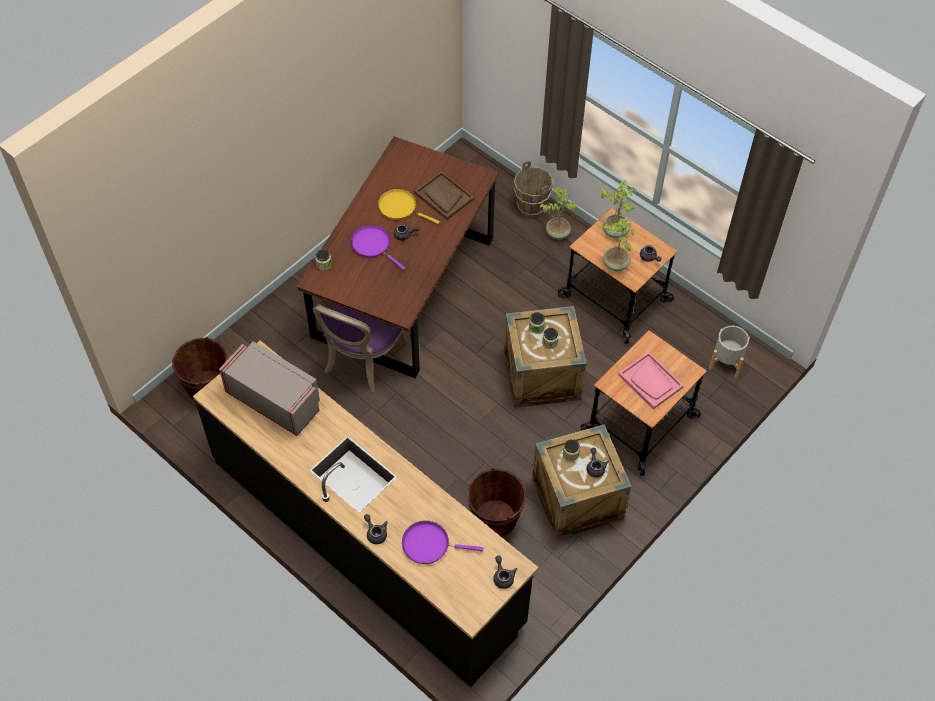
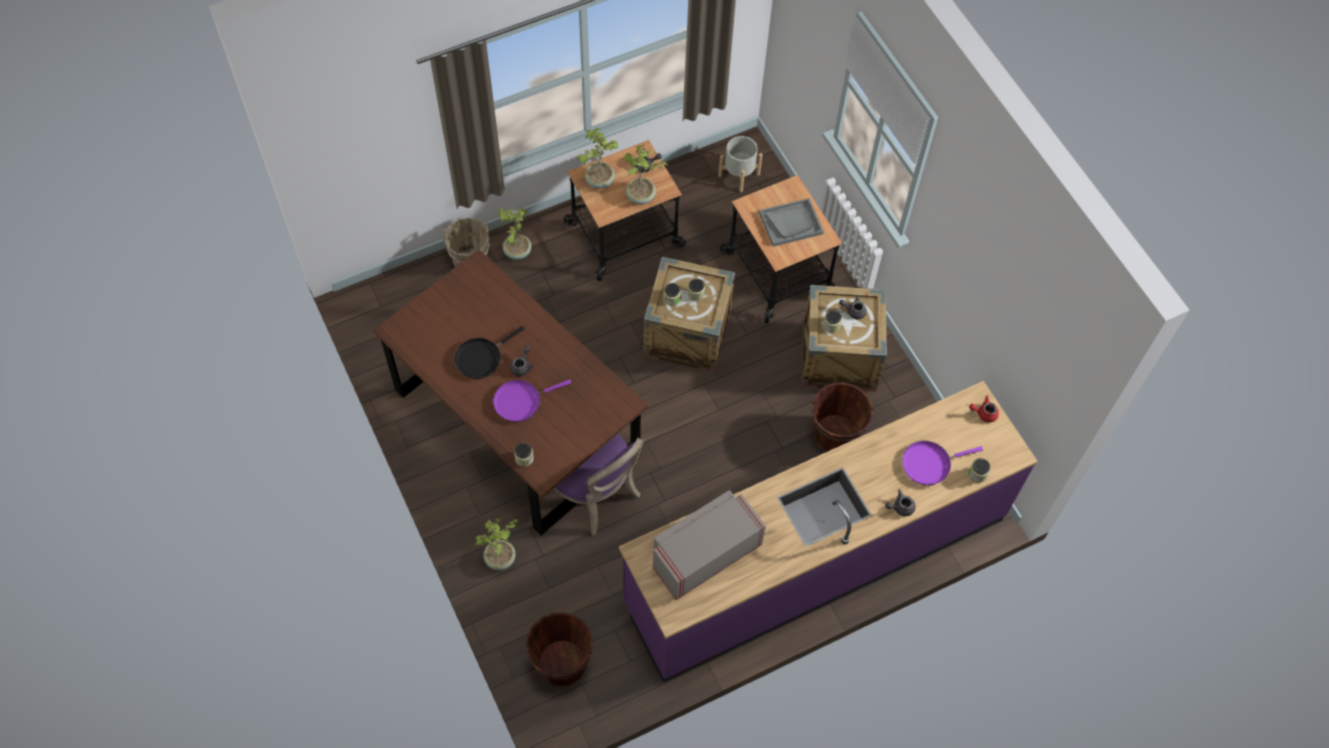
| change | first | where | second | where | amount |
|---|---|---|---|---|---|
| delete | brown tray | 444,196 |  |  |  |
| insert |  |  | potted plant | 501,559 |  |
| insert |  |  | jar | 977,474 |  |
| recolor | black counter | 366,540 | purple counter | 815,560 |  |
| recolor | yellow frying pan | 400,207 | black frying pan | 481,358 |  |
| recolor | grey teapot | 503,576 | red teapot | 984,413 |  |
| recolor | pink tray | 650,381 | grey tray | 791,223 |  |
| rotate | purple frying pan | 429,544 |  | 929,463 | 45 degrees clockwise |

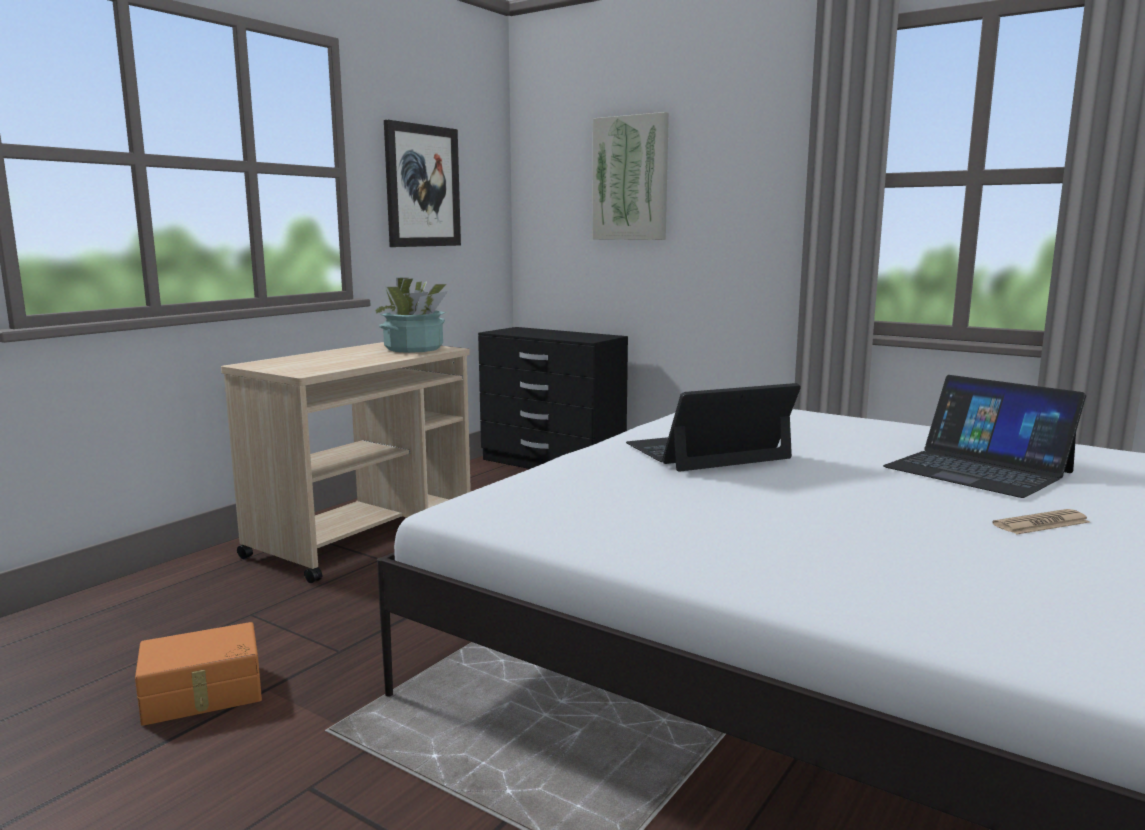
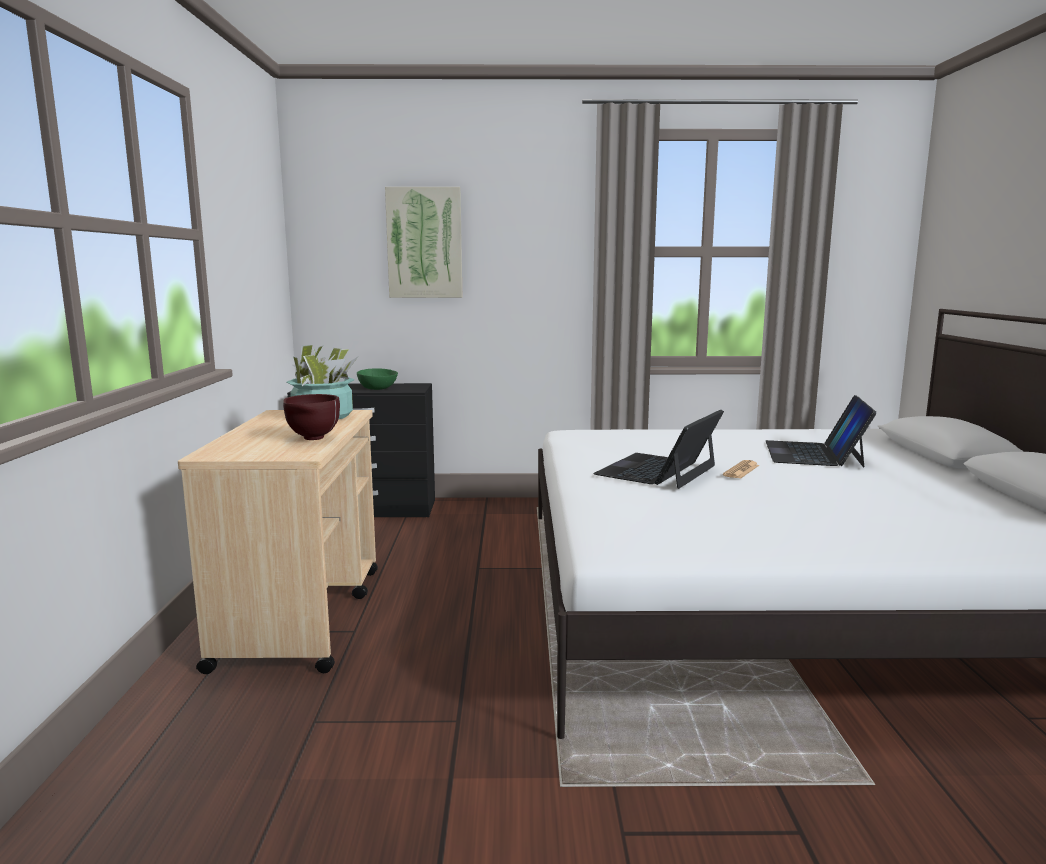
| change | first | where | second | where | amount |
|---|---|---|---|---|---|
| delete | orange storage box | 203,694 |  |  |  |
| delete | picture | 422,186 |  |  |  |
| insert |  |  | brown bowl | 312,439 |  |
| insert |  |  | green bowl | 377,388 |  |
| move | newspaper | 1041,523 |  | 741,470 |  |
| rotate | laptop | 978,469 |  | 814,454 | 90 degrees clockwise |

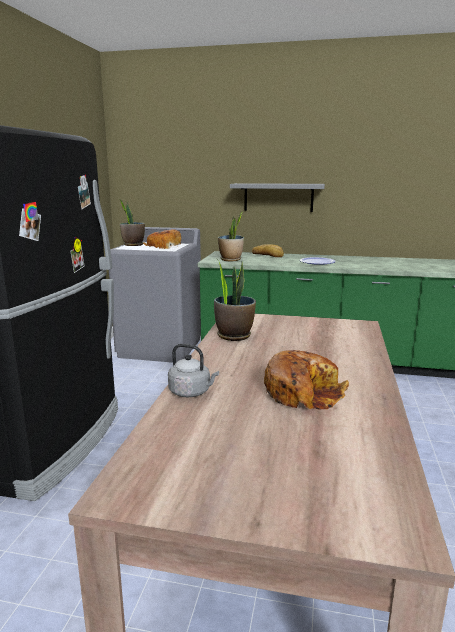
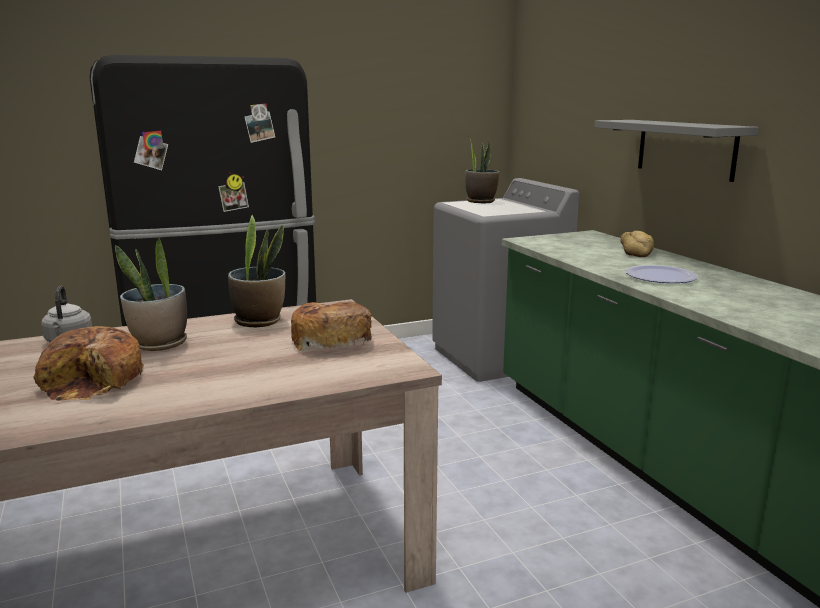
| change | first | where | second | where | amount |
|---|---|---|---|---|---|
| move | bread | 163,246 |  | 330,340 |  |
| move | potted plant | 231,259 |  | 159,344 |  |

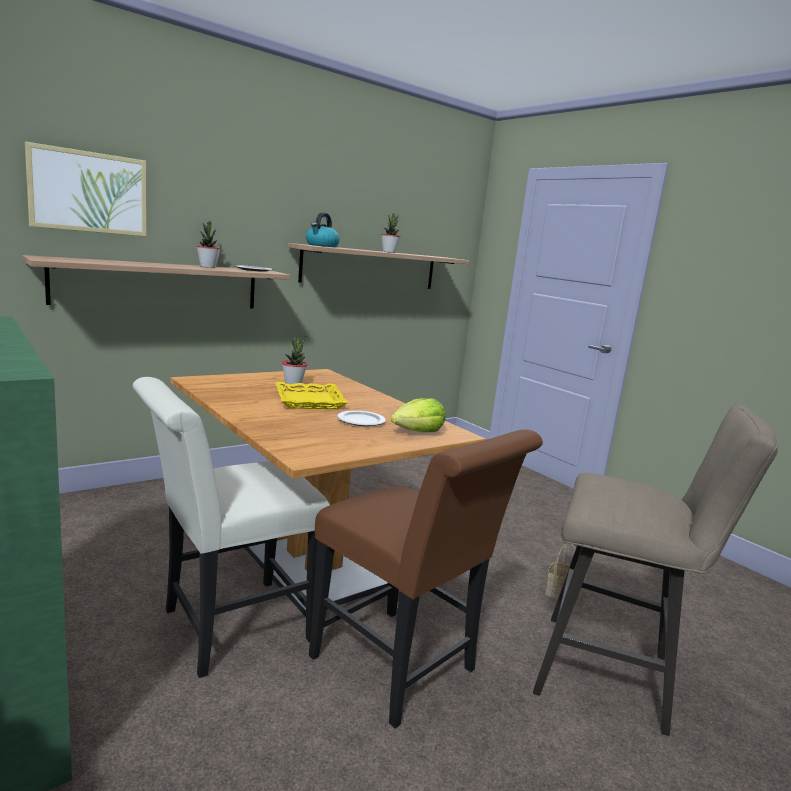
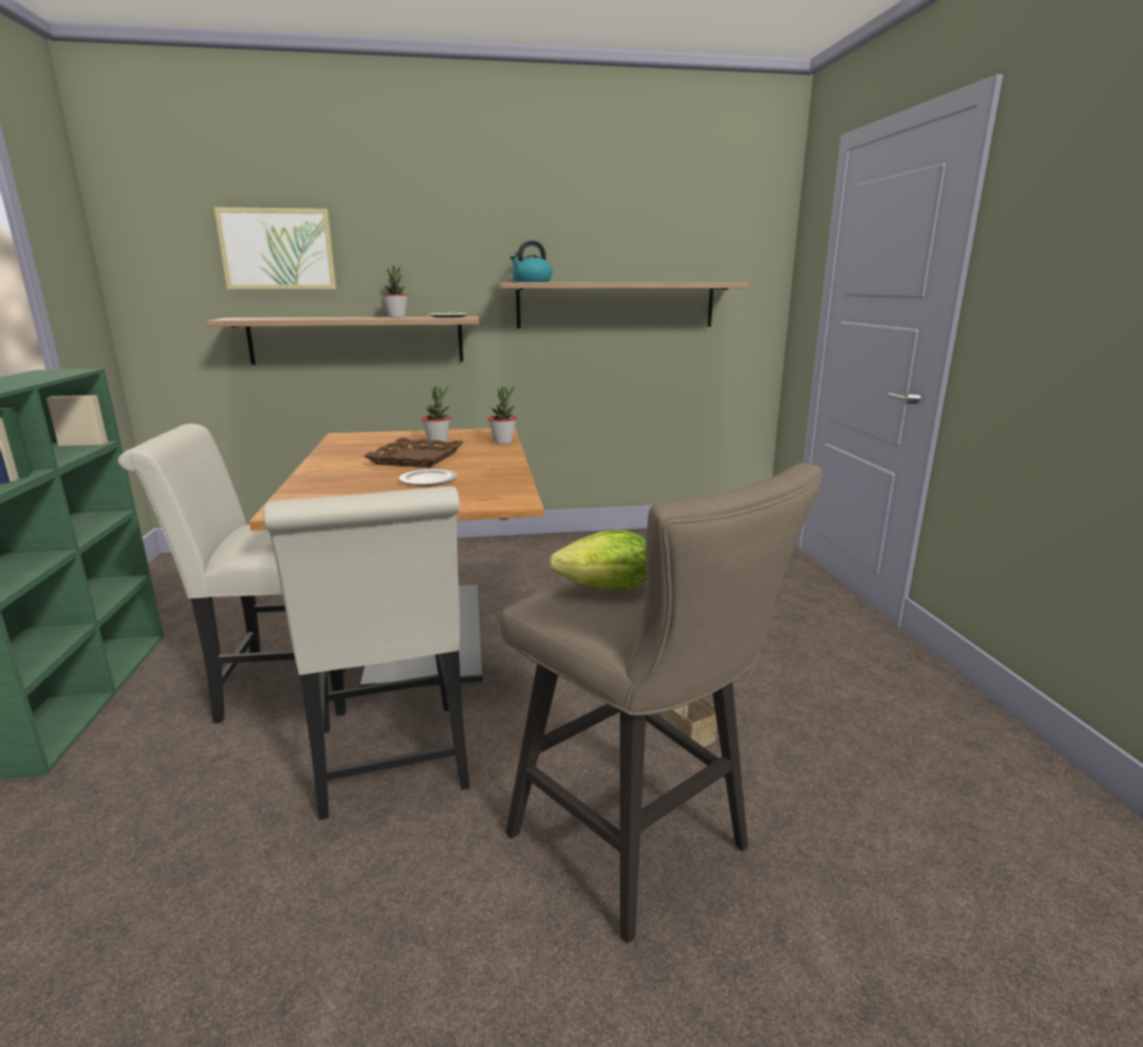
| change | first | where | second | where | amount |
|---|---|---|---|---|---|
| move | potted plant | 389,252 |  | 503,442 |  |
| move | lettuce | 418,432 |  | 605,588 |  |
| recolor | yellow tray | 310,401 | brown tray | 417,458 |  |
| recolor | brown chair | 401,669 | white chair | 392,766 |  |

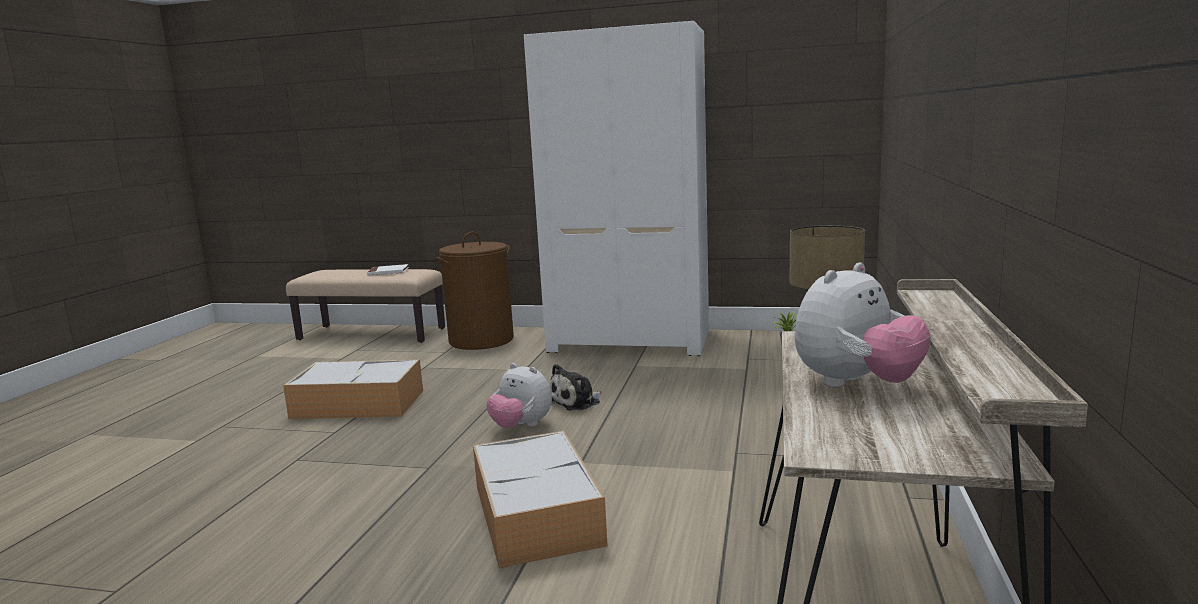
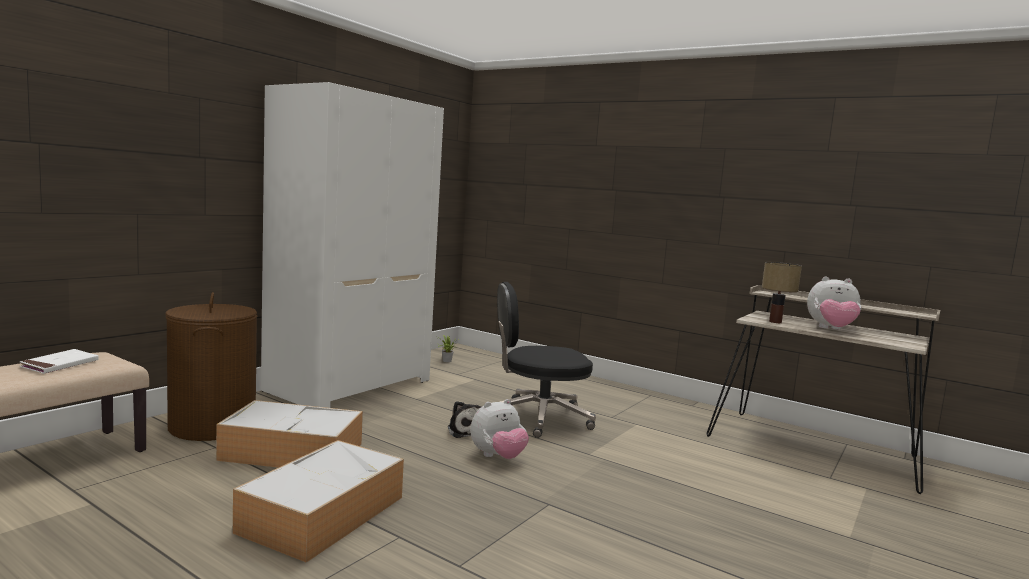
| change | first | where | second | where | amount |
|---|---|---|---|---|---|
| insert |  |  | black office chair | 538,418 |  |
| move | storage box | 538,515 |  | 294,452 |  |
| rotate | plush toy | 856,385 |  | 831,329 | 120 degrees clockwise |

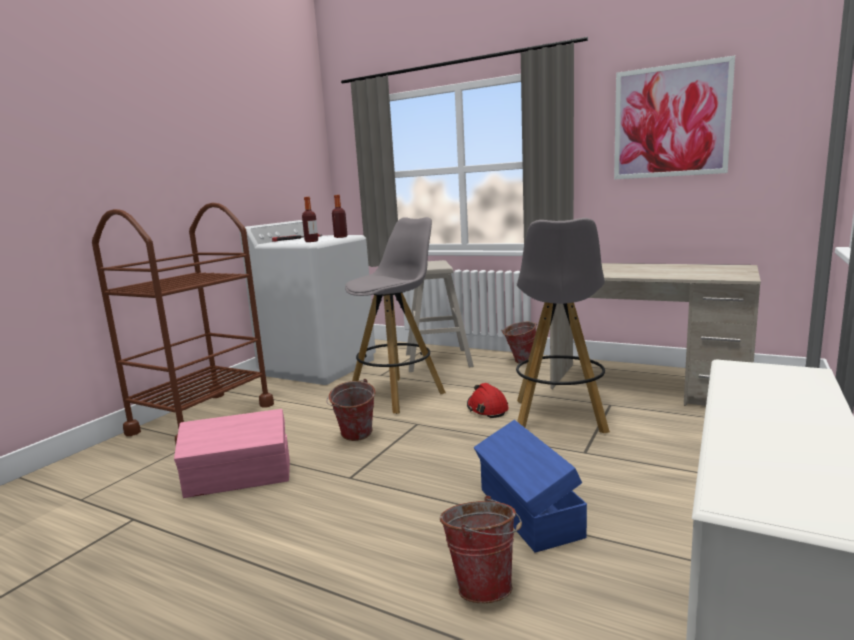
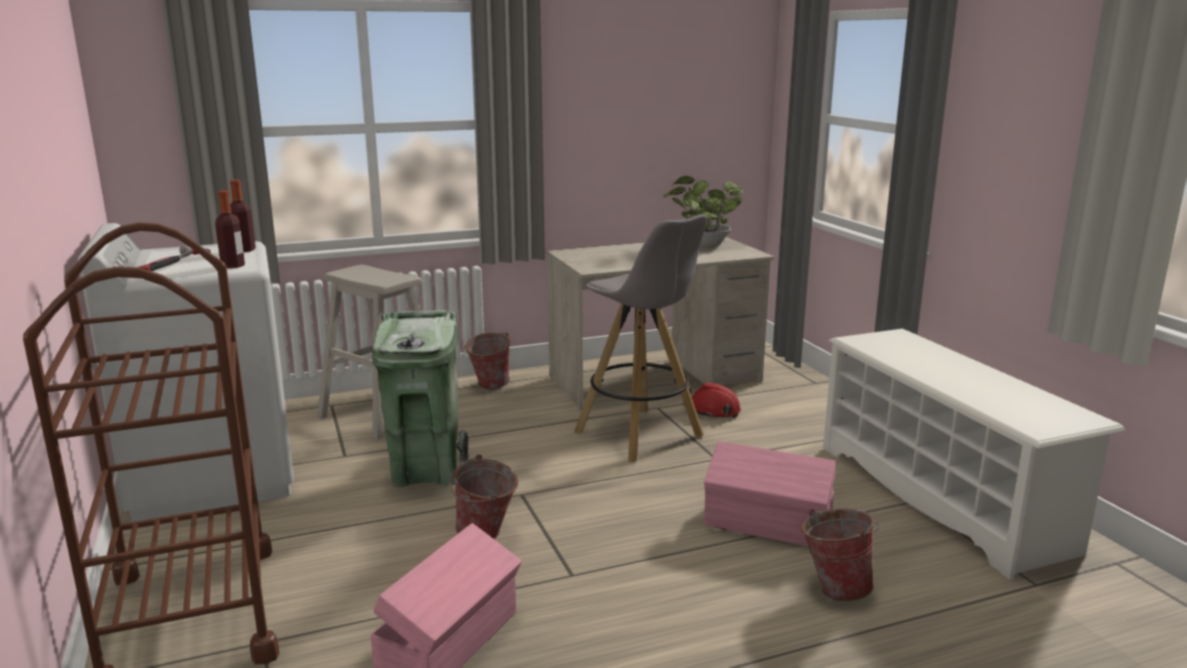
| change | first | where | second | where | amount |
|---|---|---|---|---|---|
| delete | picture | 670,121 |  |  |  |
| insert |  |  | potted plant | 703,245 |  |
| move | red hard hat | 487,408 |  | 711,411 |  |
| replace | grey stool | 398,394 | green trash can | 426,471 |  |
| recolor | blue storage box | 528,513 | pink storage box | 768,525 |  |

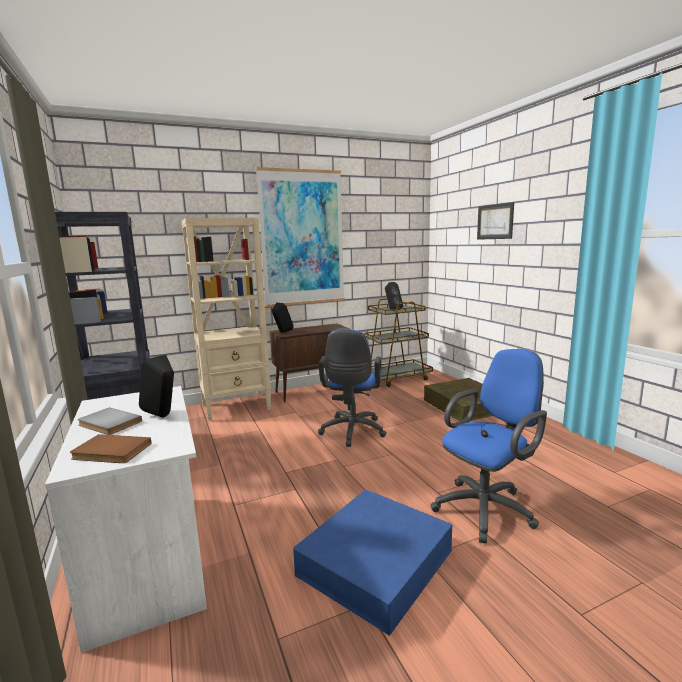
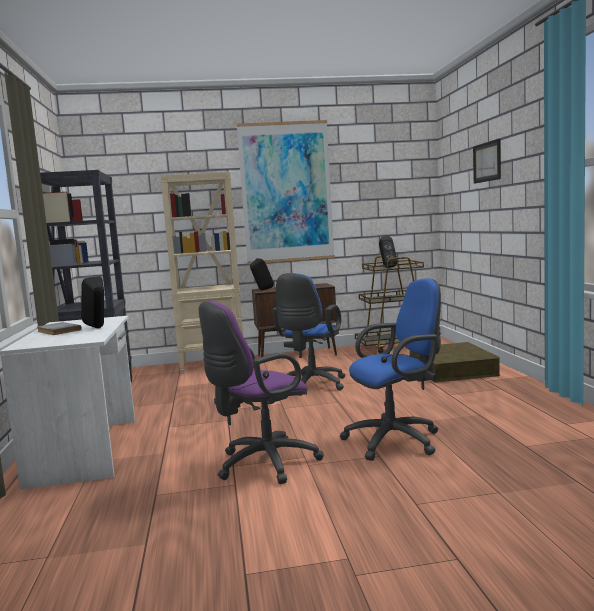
| change | first | where | second | where | amount |
|---|---|---|---|---|---|
| delete | brown book | 110,452 |  |  |  |
| replace | blue storage box | 375,562 | purple office chair | 262,464 |  |

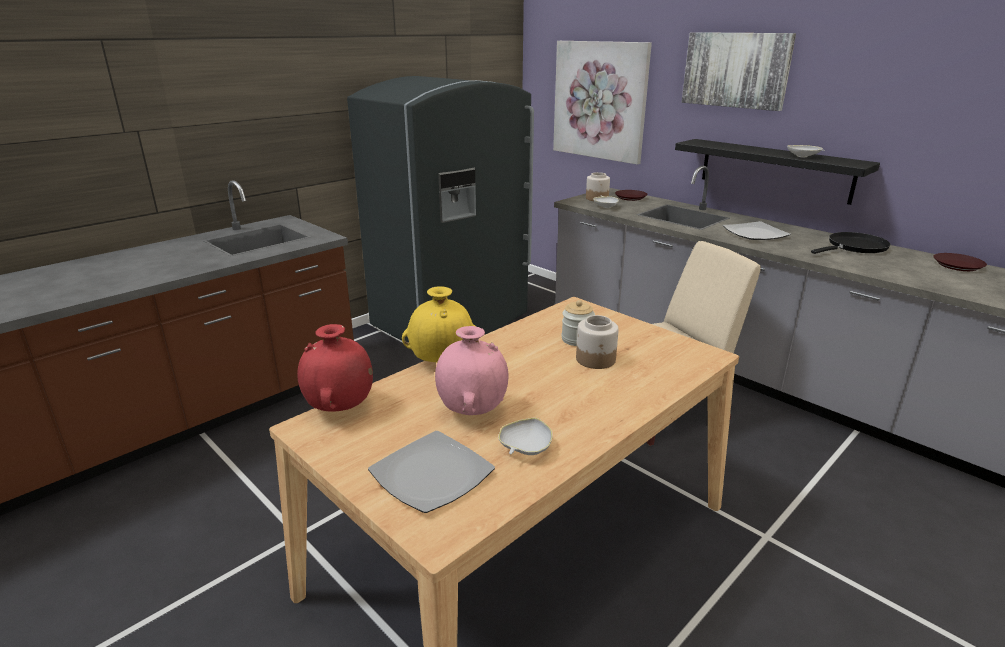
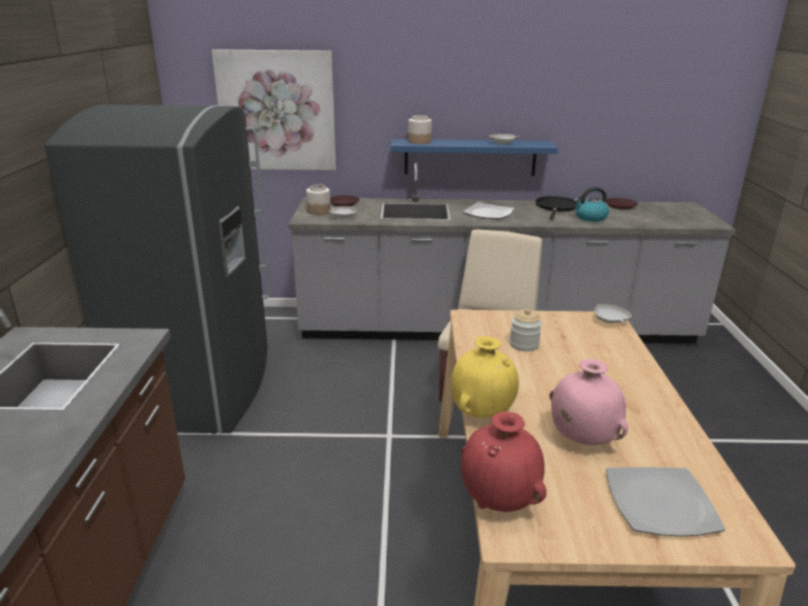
| change | first | where | second | where | amount |
|---|---|---|---|---|---|
| delete | picture | 736,70 |  |  |  |
| insert |  |  | kettle | 590,218 |  |
| move | white bowl | 525,448 |  | 610,322 |  |
| move | jar | 596,359 |  | 420,142 |  |
| recolor | black shelf | 774,170 | blue shelf | 470,157 |  |

